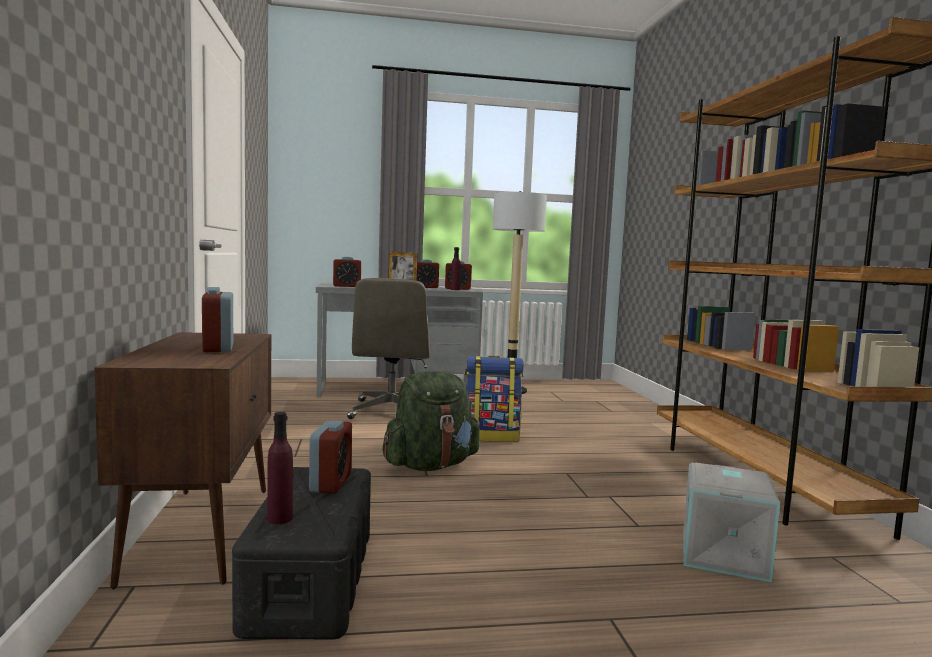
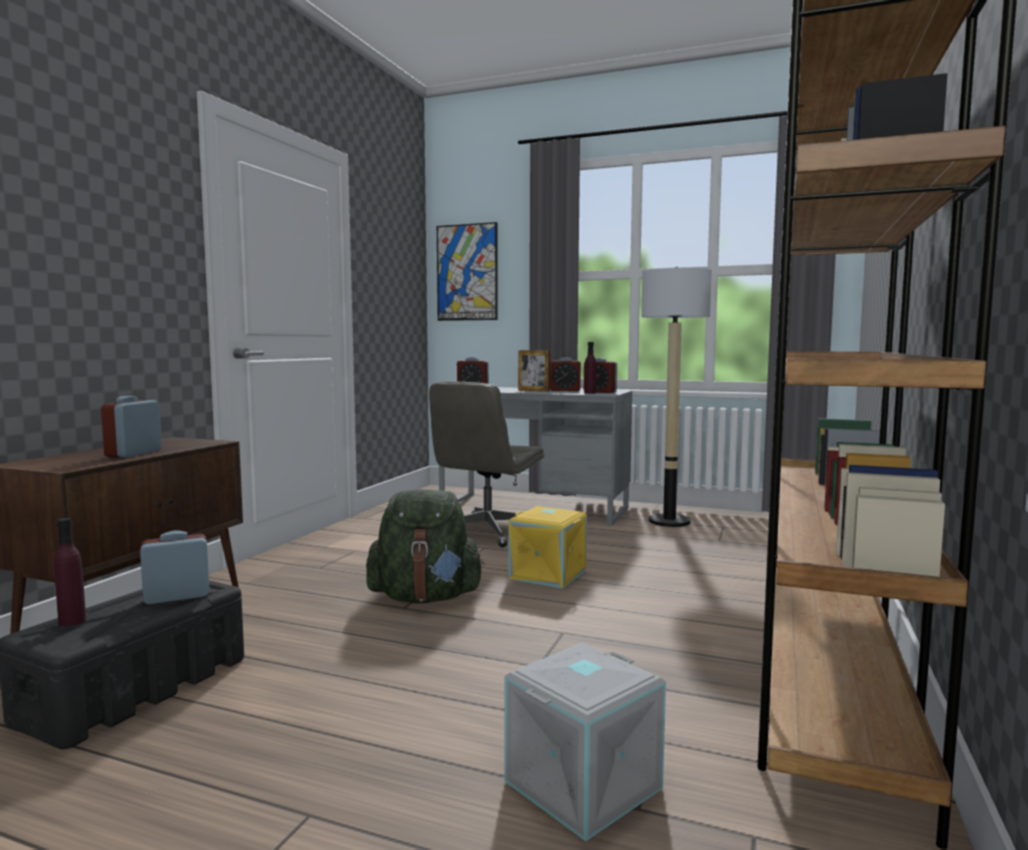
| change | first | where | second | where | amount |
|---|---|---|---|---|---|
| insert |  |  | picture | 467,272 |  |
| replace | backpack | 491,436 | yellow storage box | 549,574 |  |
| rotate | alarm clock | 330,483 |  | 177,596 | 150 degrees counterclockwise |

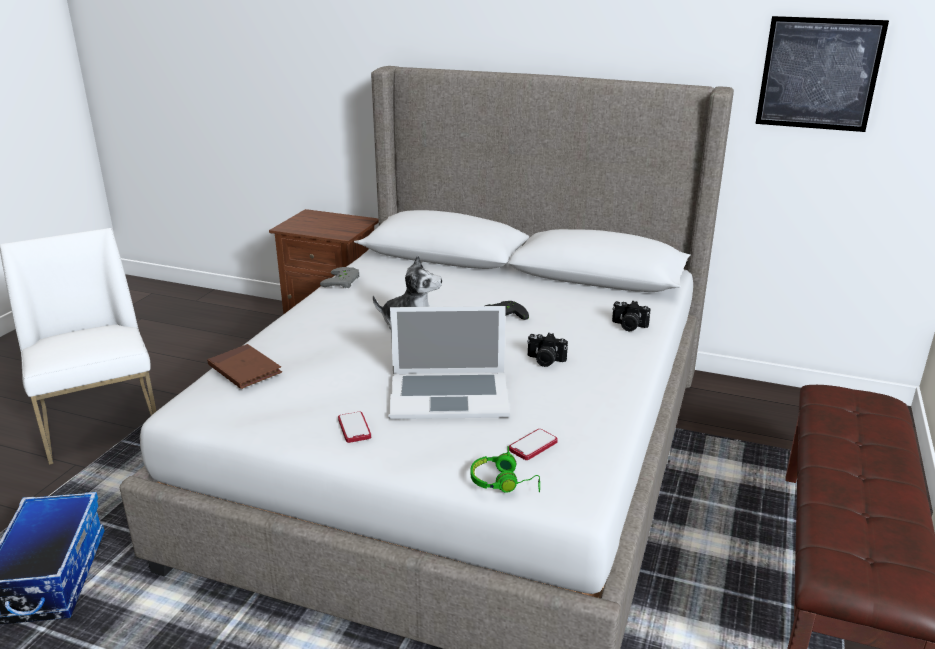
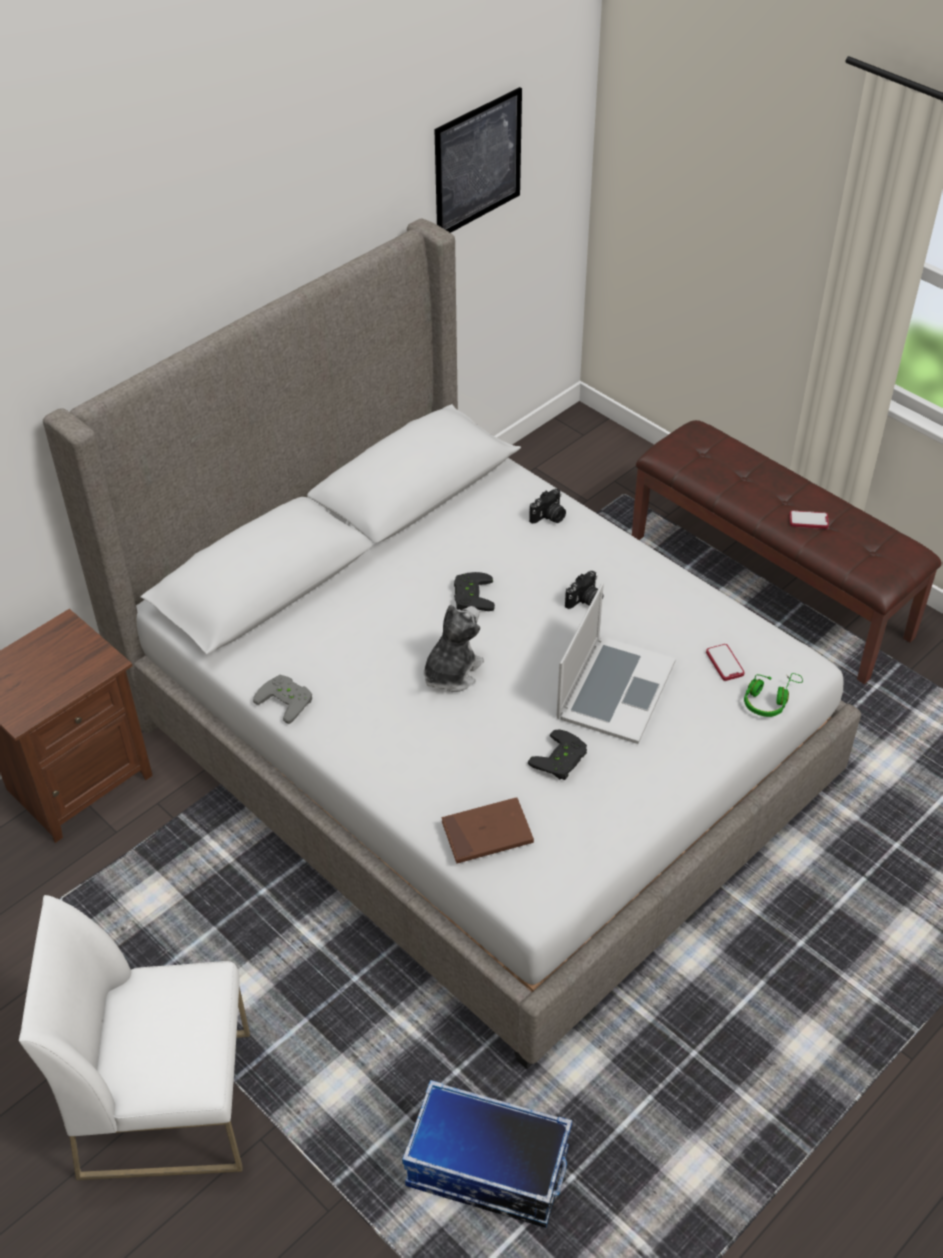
| change | first | where | second | where | amount |
|---|---|---|---|---|---|
| insert |  |  | black game controller | 562,760 |  |
| move | phone | 354,428 |  | 808,521 |  |

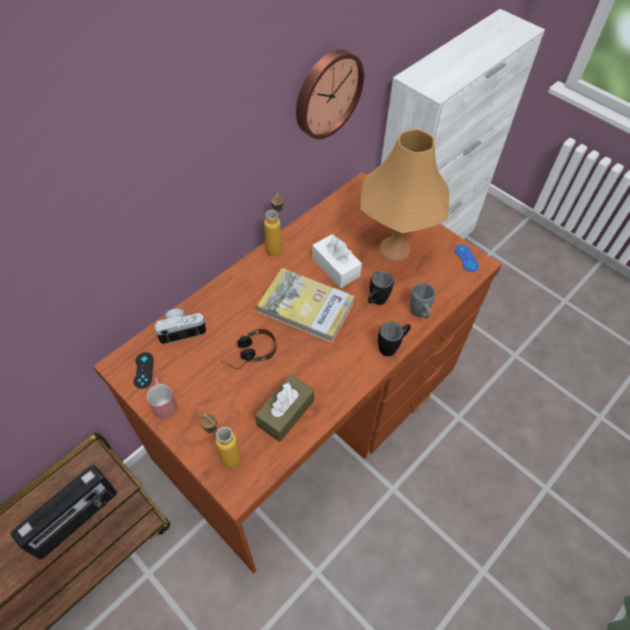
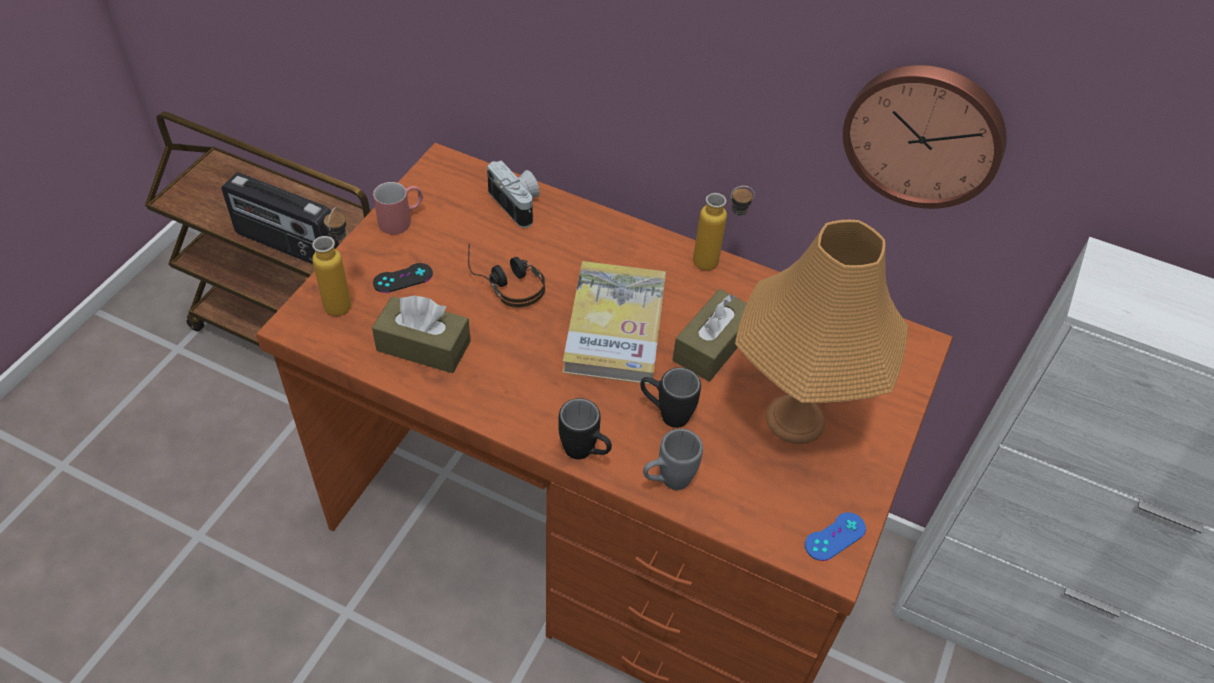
| change | first | where | second | where | amount |
|---|---|---|---|---|---|
| move | black game controller | 143,370 |  | 403,278 |  |
| recolor | white tissue box | 335,267 | brown tissue box | 712,346 |  |

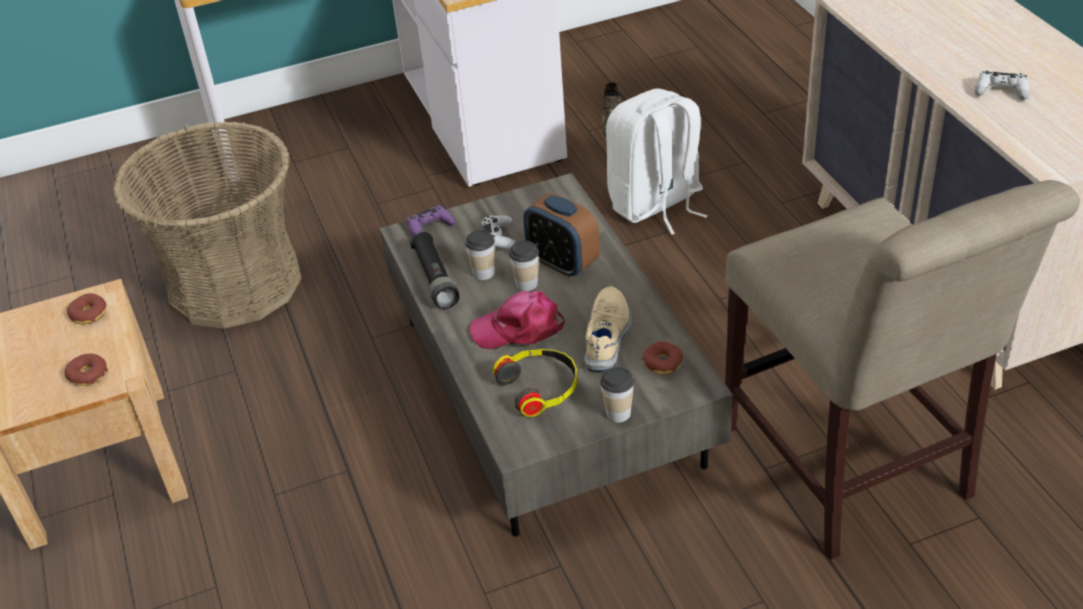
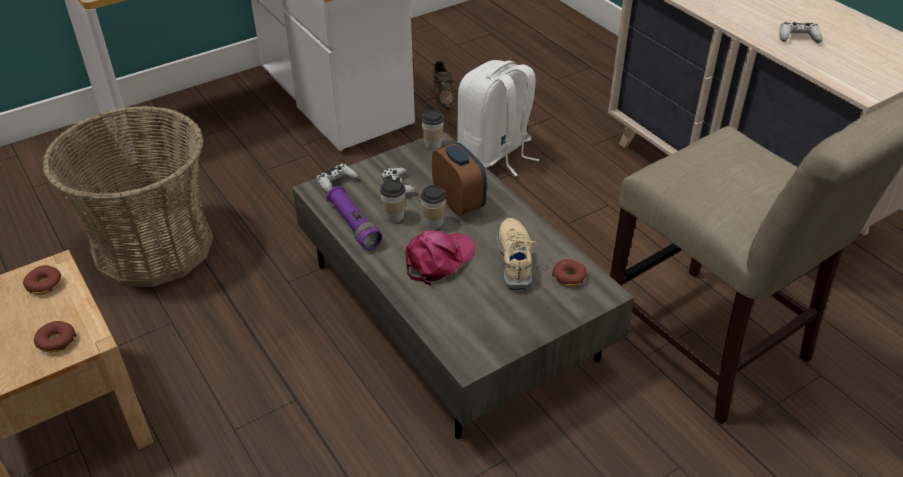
| change | first | where | second | where | amount |
|---|---|---|---|---|---|
| delete | headphones | 540,387 |  |  |  |
| move | cup | 618,413 |  | 433,144 |  |
| recolor | purple game controller | 430,227 | white game controller | 336,182 |  |
| recolor | black flashlight | 435,279 | purple flashlight | 354,225 |  |
| rotate | pink cap | 518,328 |  | 439,260 | 150 degrees clockwise |
| rotate | alarm clock | 563,263 |  | 459,203 | 150 degrees counterclockwise |

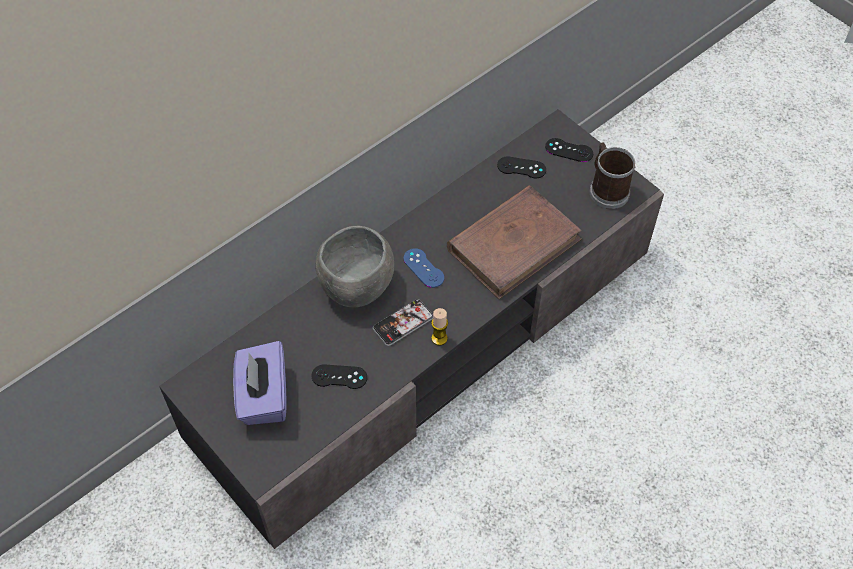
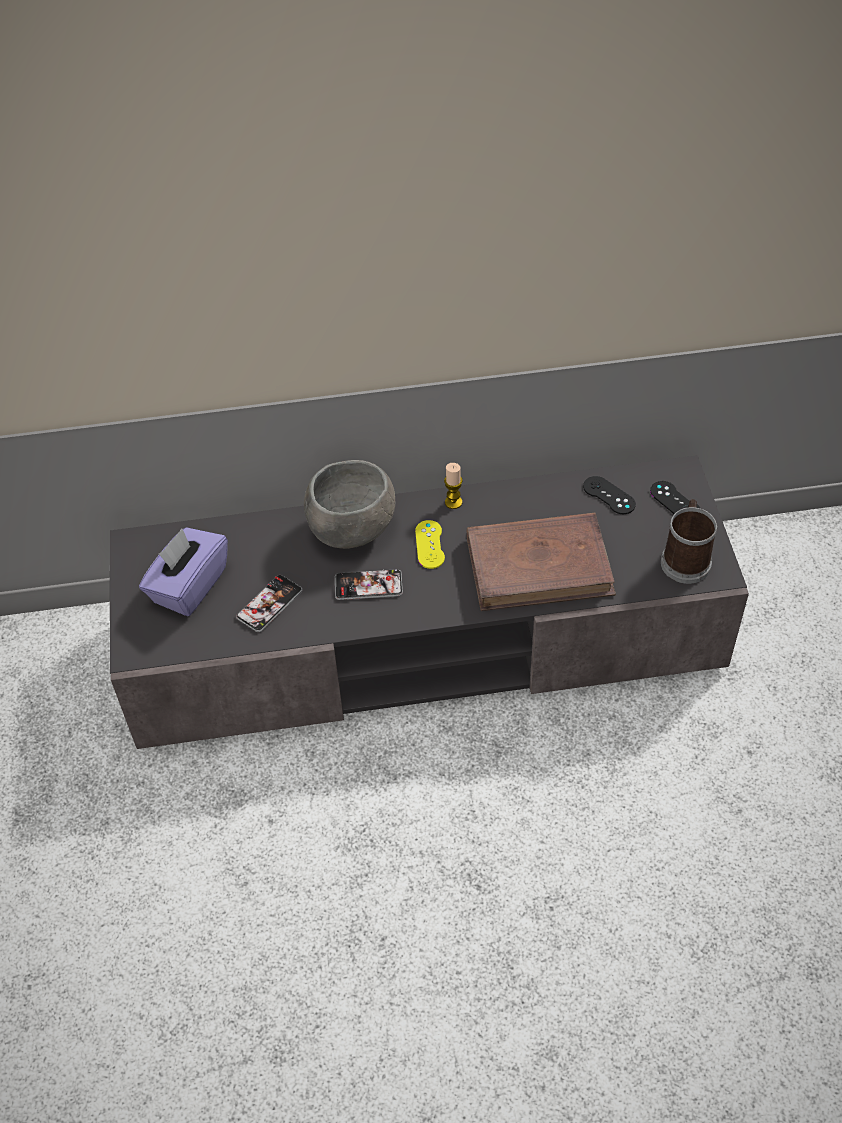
| change | first | where | second | where | amount |
|---|---|---|---|---|---|
| move | candle | 439,338 |  | 453,502 |  |
| replace | black game controller | 339,377 | phone | 269,604 |  |
| recolor | blue game controller | 423,268 | yellow game controller | 429,544 |  |

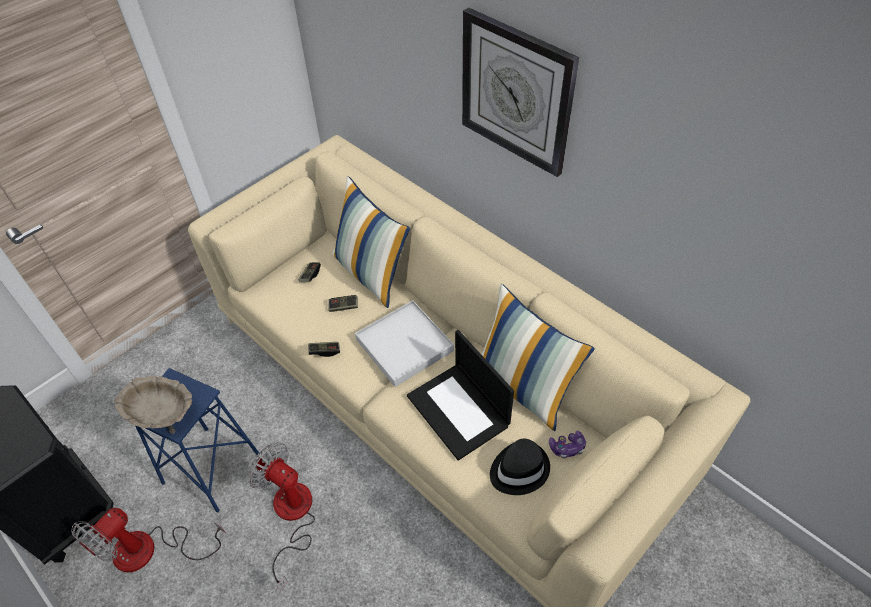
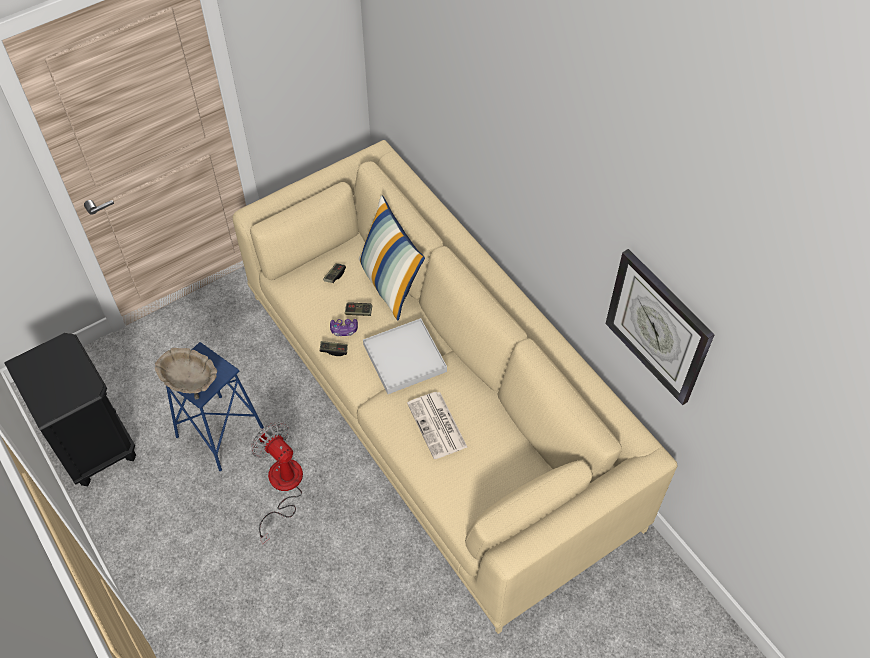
| change | first | where | second | where | amount |
|---|---|---|---|---|---|
| delete | fan | 150,550 |  |  |  |
| delete | pillow | 524,387 |  |  |  |
| delete | black hat | 518,469 |  |  |  |
| move | wall clock | 516,92 |  | 658,326 |  |
| move | game controller | 567,447 |  | 344,330 |  |
| replace | laptop | 459,411 | newspaper | 437,426 |  |

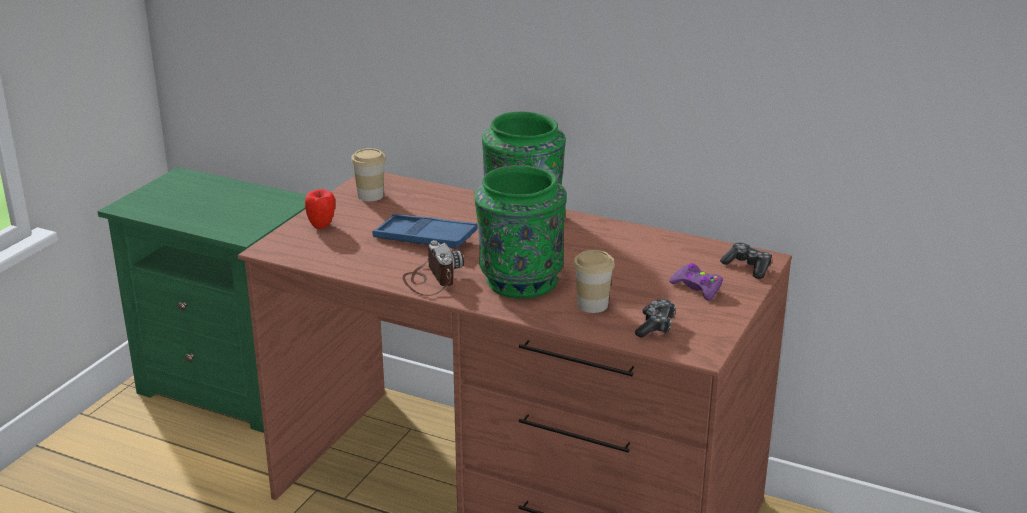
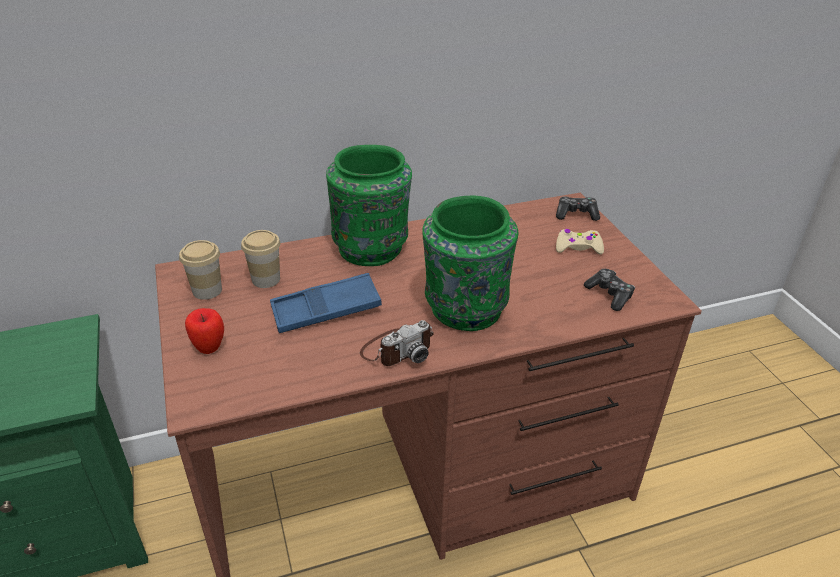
| change | first | where | second | where | amount |
|---|---|---|---|---|---|
| move | cup | 592,305 |  | 266,279 |  |
| recolor | purple game controller | 697,288 | beige game controller | 578,247 |  |
| rotate | photo camera | 430,280 |  | 397,349 | 120 degrees clockwise |

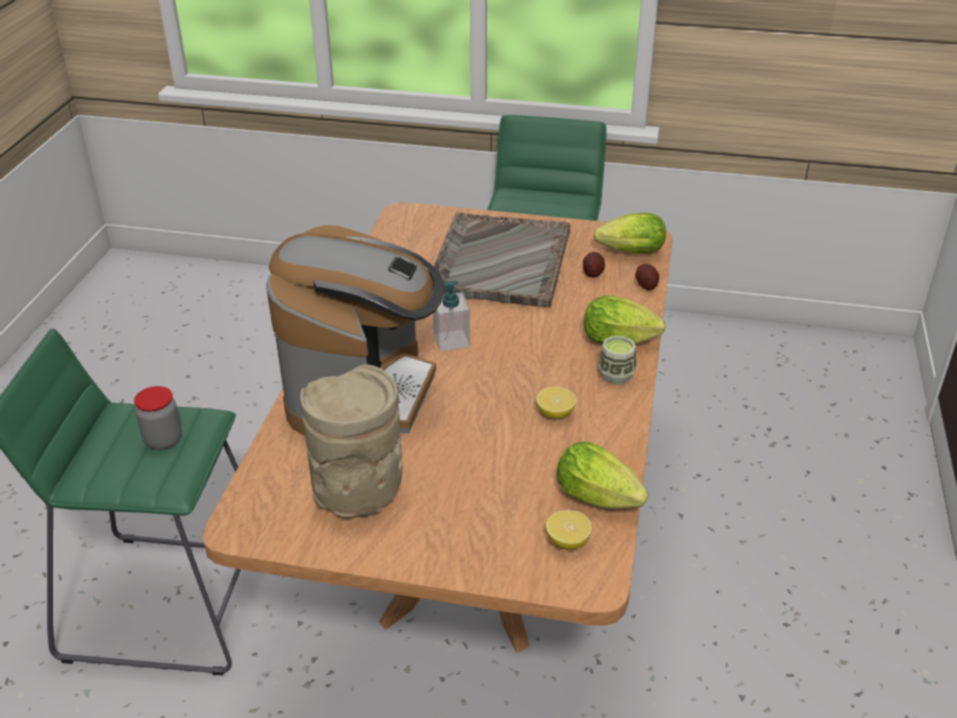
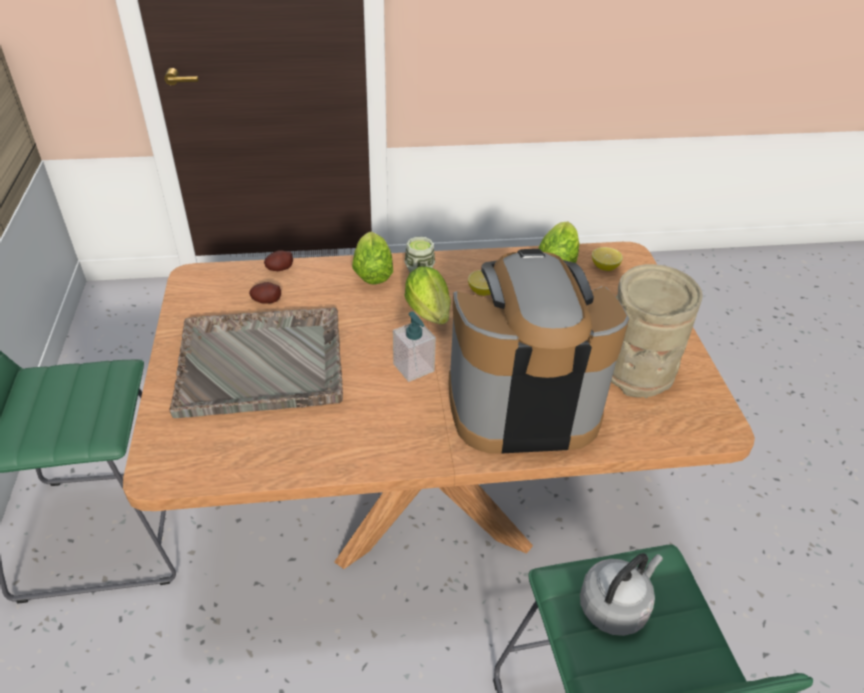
| change | first | where | second | where | amount |
|---|---|---|---|---|---|
| move | lettuce | 627,253 |  | 430,315 |  |
| replace | jar | 163,440 | grey kettle | 615,606 |  |

